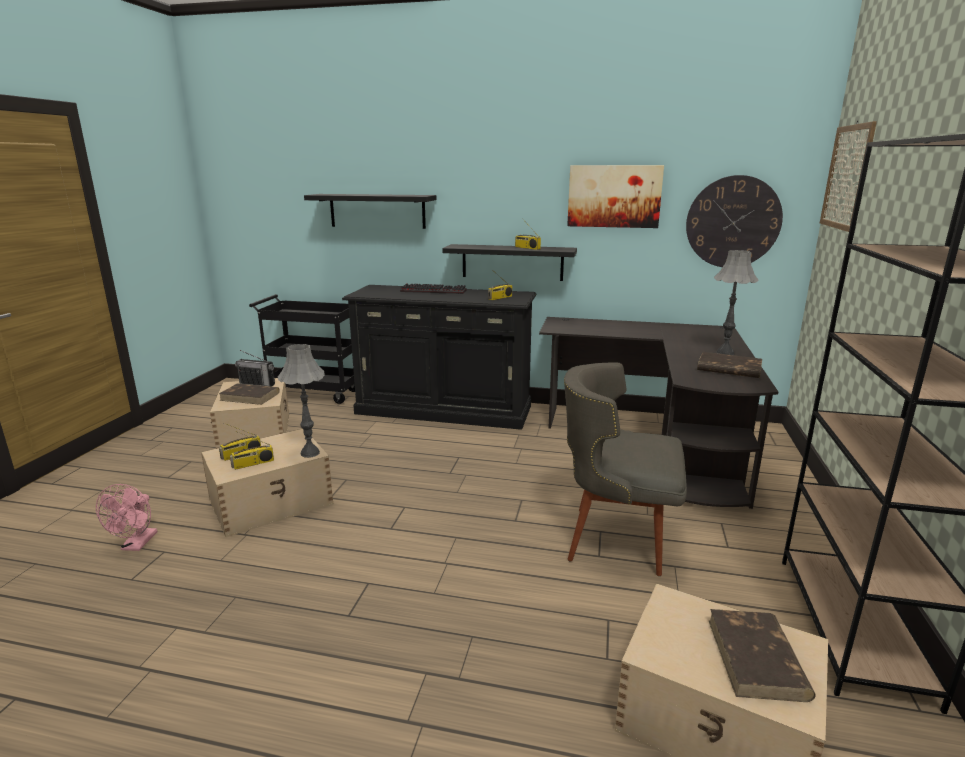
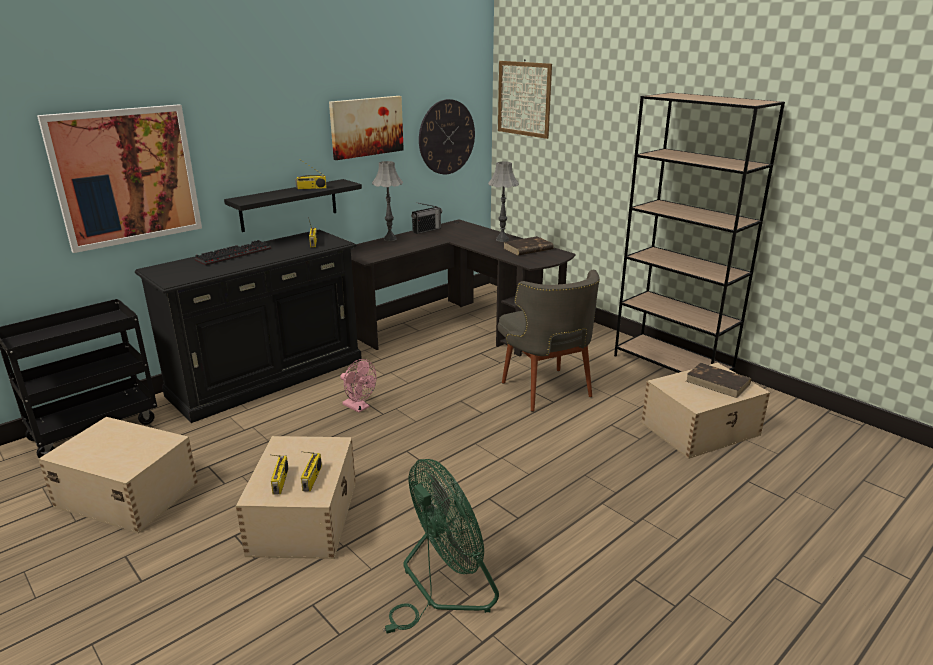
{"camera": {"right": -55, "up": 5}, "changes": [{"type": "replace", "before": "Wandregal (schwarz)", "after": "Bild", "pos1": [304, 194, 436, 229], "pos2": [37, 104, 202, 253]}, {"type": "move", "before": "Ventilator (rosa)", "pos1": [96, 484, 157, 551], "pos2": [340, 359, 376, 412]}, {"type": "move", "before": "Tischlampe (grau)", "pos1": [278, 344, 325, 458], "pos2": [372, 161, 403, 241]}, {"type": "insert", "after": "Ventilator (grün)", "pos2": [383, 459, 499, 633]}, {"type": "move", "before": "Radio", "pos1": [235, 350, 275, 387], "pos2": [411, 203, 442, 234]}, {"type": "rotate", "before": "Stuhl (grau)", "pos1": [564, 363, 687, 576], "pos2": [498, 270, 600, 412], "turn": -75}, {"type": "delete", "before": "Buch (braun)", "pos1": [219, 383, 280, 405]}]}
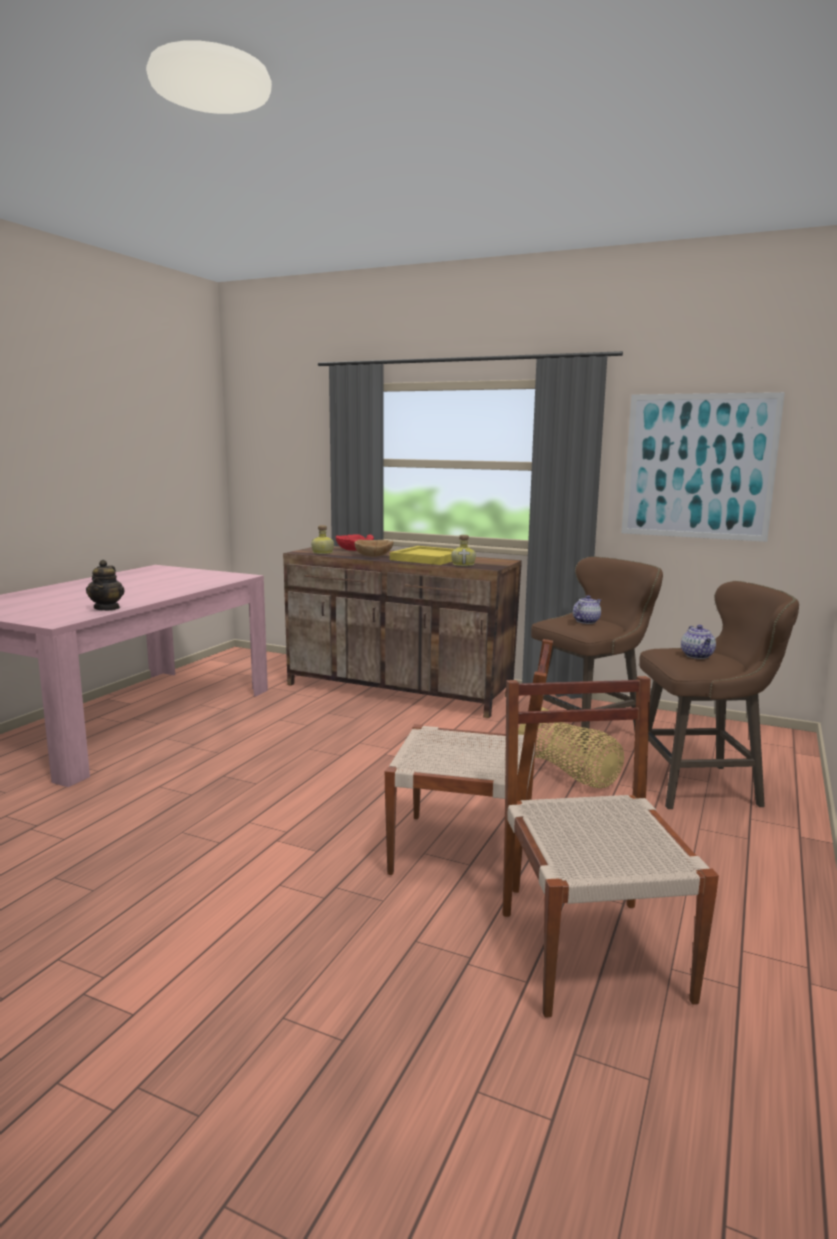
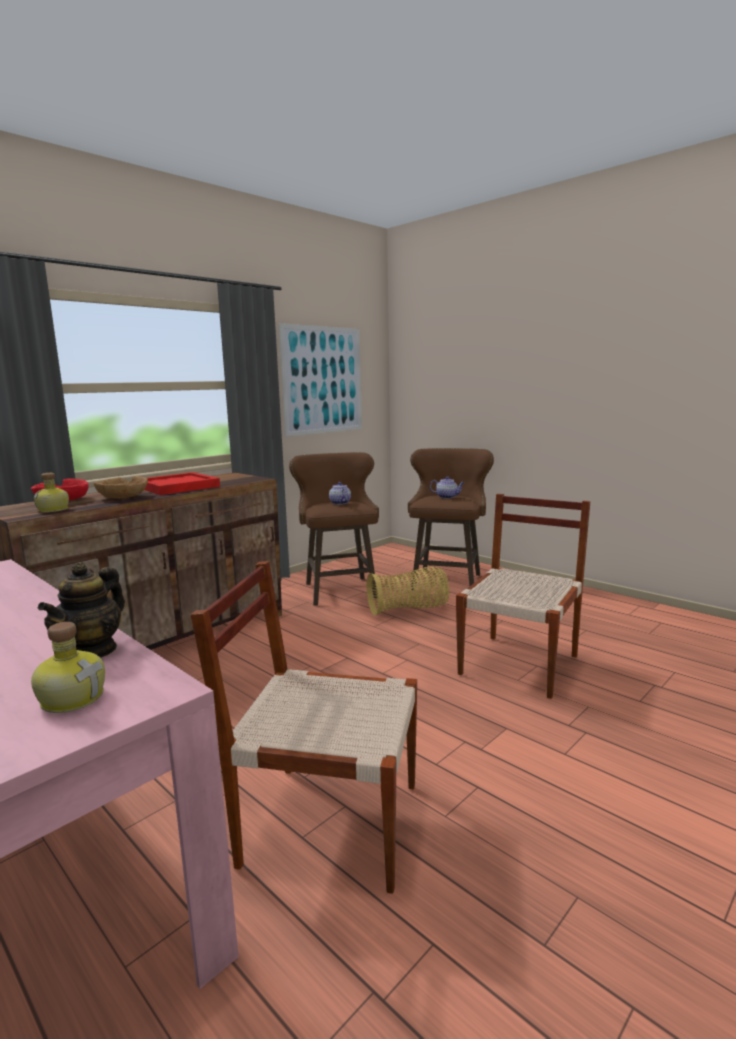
{"camera": {"right": -70, "up": 0}, "changes": [{"type": "move", "before": "Flasche", "pos1": [451, 535, 476, 566], "pos2": [31, 622, 105, 713]}, {"type": "rotate", "before": "Teekanne", "pos1": [86, 560, 124, 611], "pos2": [38, 562, 125, 658], "turn": 90}, {"type": "recolor", "before": "Tablett (gelb)", "after": "Tablett (rot)", "pos1": [390, 546, 454, 565], "pos2": [144, 472, 220, 495]}, {"type": "move", "before": "Stuhl", "pos1": [502, 676, 719, 1018], "pos2": [191, 561, 417, 894]}]}
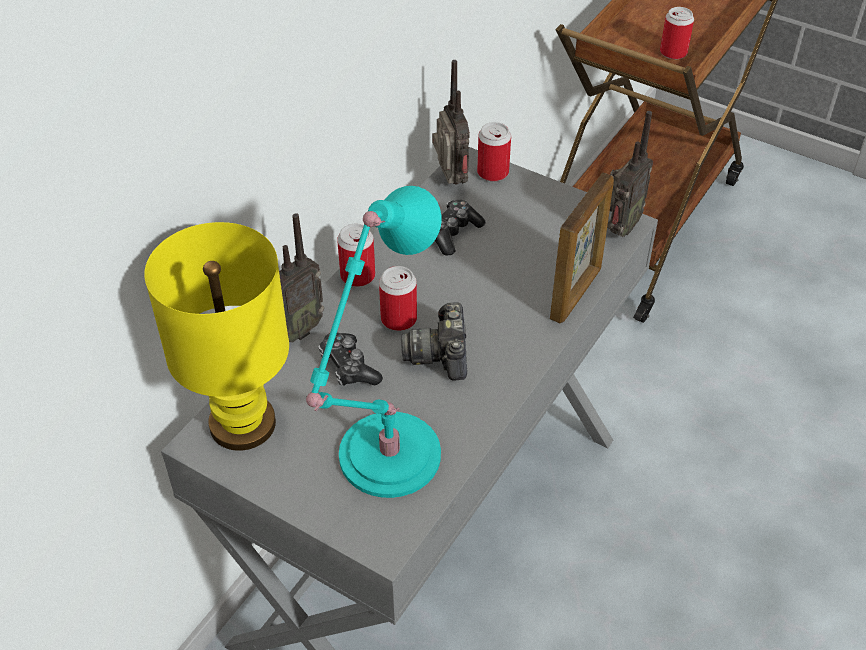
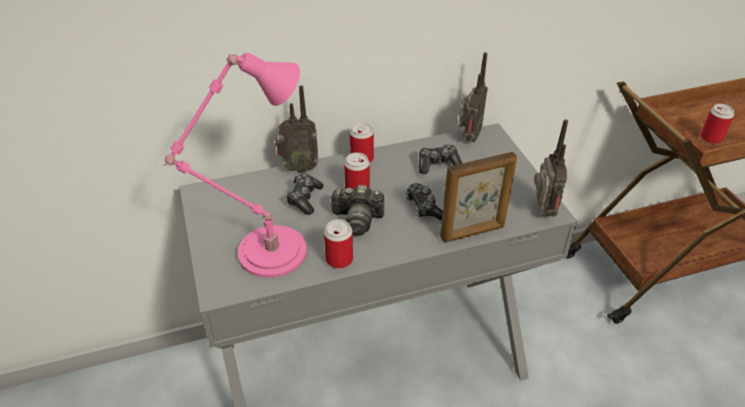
{"camera": {"right": 40, "up": -5}, "changes": [{"type": "recolor", "before": "Tischlampe (türkis)", "after": "Tischlampe (rosa)", "pos1": [306, 186, 441, 498], "pos2": [163, 53, 307, 278]}, {"type": "move", "before": "Dose", "pos1": [477, 122, 511, 181], "pos2": [324, 219, 353, 269]}, {"type": "rotate", "before": "Kamera", "pos1": [401, 302, 467, 381], "pos2": [330, 185, 384, 236], "turn": -120}, {"type": "insert", "after": "Gamepad", "pos2": [406, 183, 443, 220]}, {"type": "rotate", "before": "Radio", "pos1": [607, 111, 653, 237], "pos2": [534, 120, 568, 217], "turn": -75}, {"type": "delete", "before": "Tischlampe (gelb)", "pos1": [144, 222, 289, 451]}]}
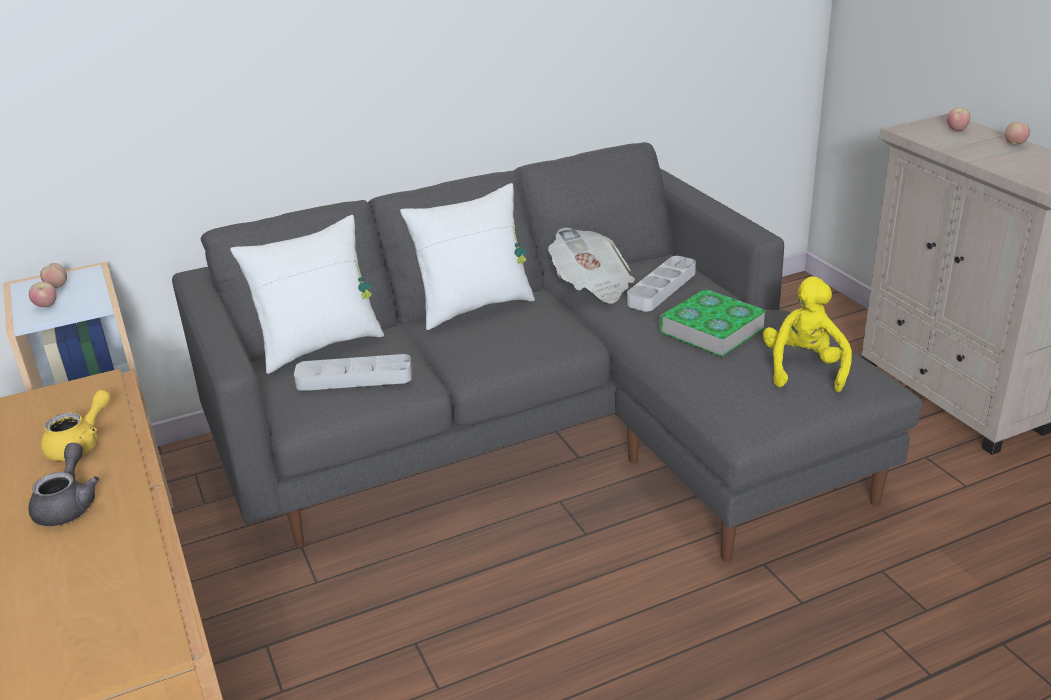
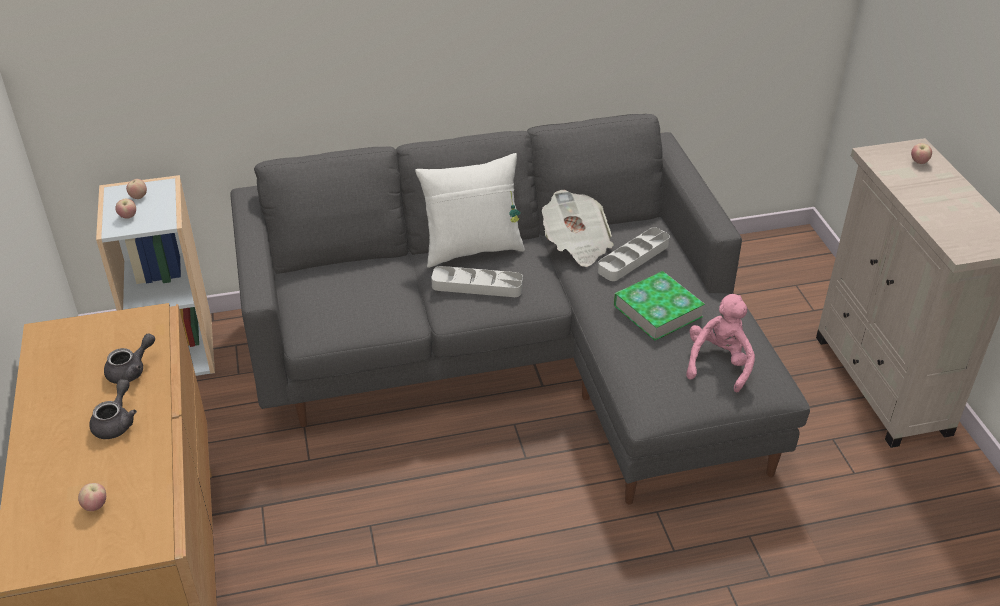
{"camera": {"right": 10, "up": 10}, "changes": [{"type": "move", "before": "Apfel", "pos1": [1005, 122, 1030, 144], "pos2": [78, 483, 106, 511]}, {"type": "recolor", "before": "Teekanne (gelb)", "after": "Teekanne (grau)", "pos1": [41, 390, 111, 461], "pos2": [104, 333, 155, 384]}, {"type": "move", "before": "Tablett (grau)", "pos1": [294, 354, 412, 391], "pos2": [431, 266, 523, 297]}, {"type": "recolor", "before": "Plüschtier (gelb)", "after": "Plüschtier (rosa)", "pos1": [763, 277, 852, 392], "pos2": [686, 294, 755, 392]}, {"type": "delete", "before": "Kissen (weiß)", "pos1": [230, 215, 384, 374]}]}
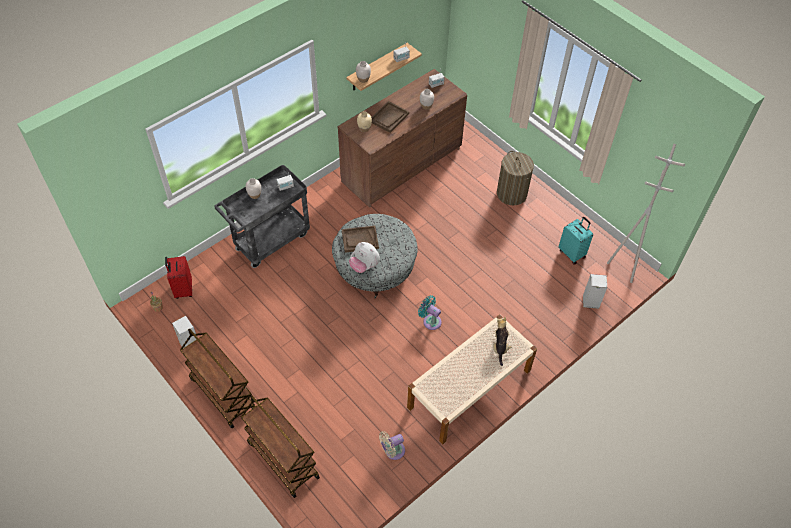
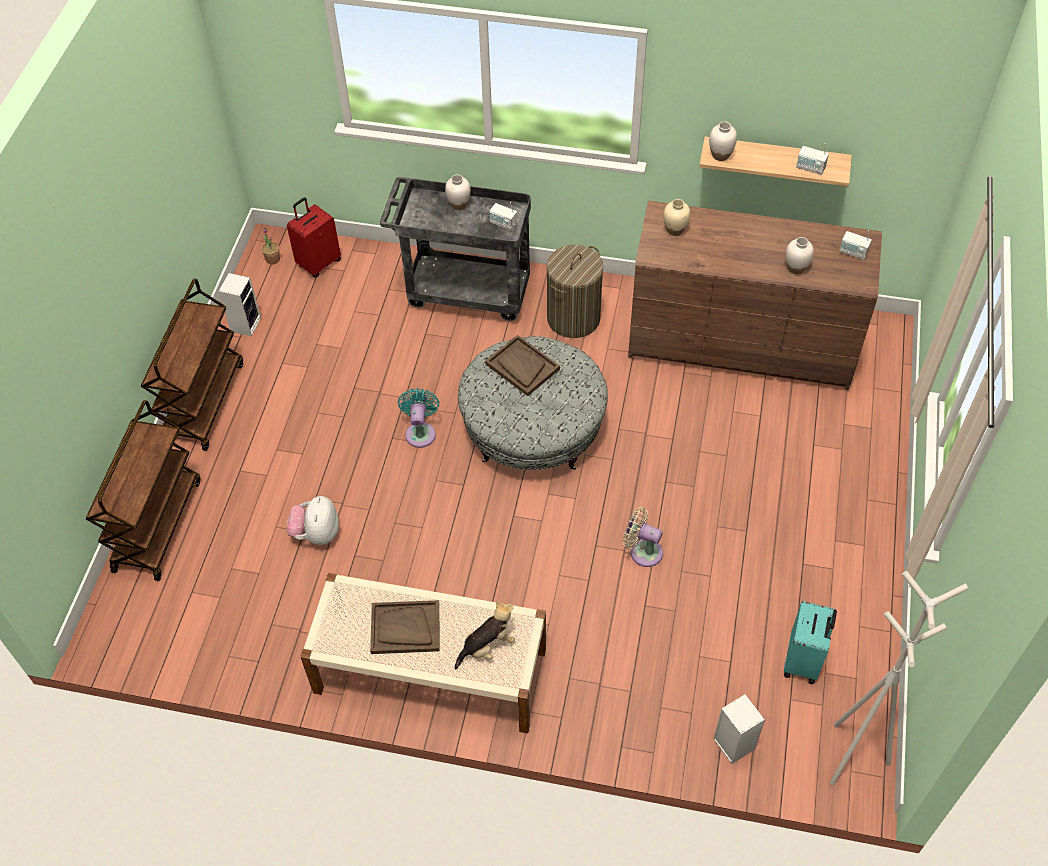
{"camera": {"right": 55, "up": 0}, "changes": [{"type": "move", "before": "Plüschtier", "pos1": [349, 242, 380, 273], "pos2": [287, 496, 339, 545]}, {"type": "move", "before": "Tablett (braun)", "pos1": [372, 101, 409, 133], "pos2": [370, 600, 439, 654]}, {"type": "move", "before": "Ventilator (türkis)", "pos1": [418, 295, 442, 330], "pos2": [398, 388, 439, 448]}, {"type": "move", "before": "Wäschekorb", "pos1": [497, 151, 534, 205], "pos2": [547, 245, 603, 338]}, {"type": "move", "before": "Ventilator (beige)", "pos1": [379, 431, 405, 460], "pos2": [623, 507, 663, 567]}]}
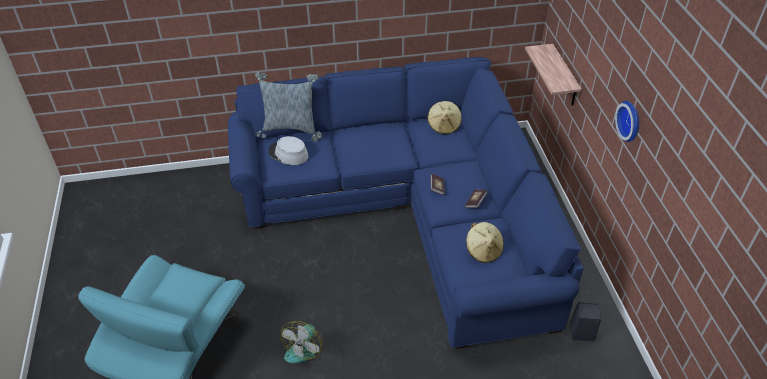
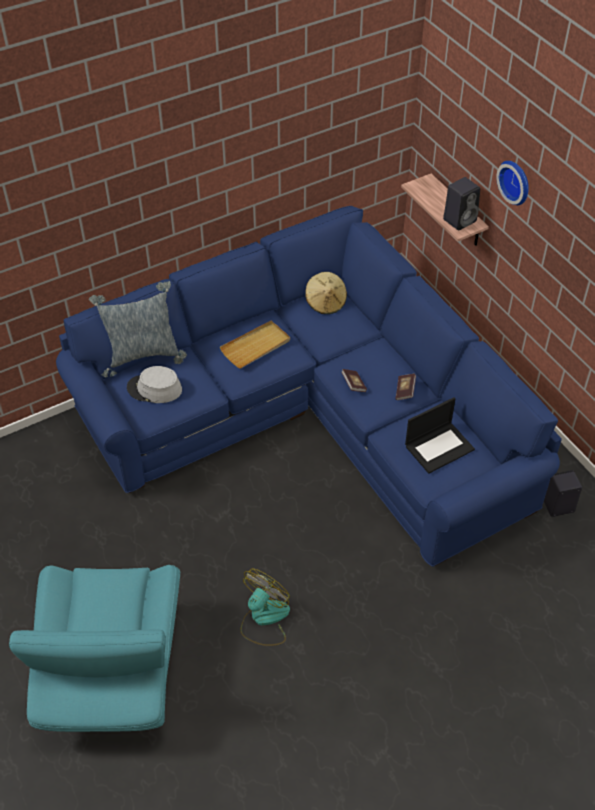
{"camera": {"right": -20, "up": 5}, "changes": [{"type": "insert", "after": "Tablett (beige)", "pos2": [220, 321, 290, 368]}, {"type": "rotate", "before": "Ventilator", "pos1": [281, 321, 323, 363], "pos2": [241, 568, 290, 646], "turn": -150}, {"type": "replace", "before": "Hut (beige)", "after": "Laptop", "pos1": [466, 222, 504, 263], "pos2": [405, 397, 475, 474]}, {"type": "insert", "after": "Lautsprecher (schwarz)", "pos2": [443, 177, 480, 231]}, {"type": "move", "before": "Wanduhr", "pos1": [615, 101, 639, 142], "pos2": [496, 161, 529, 205]}]}
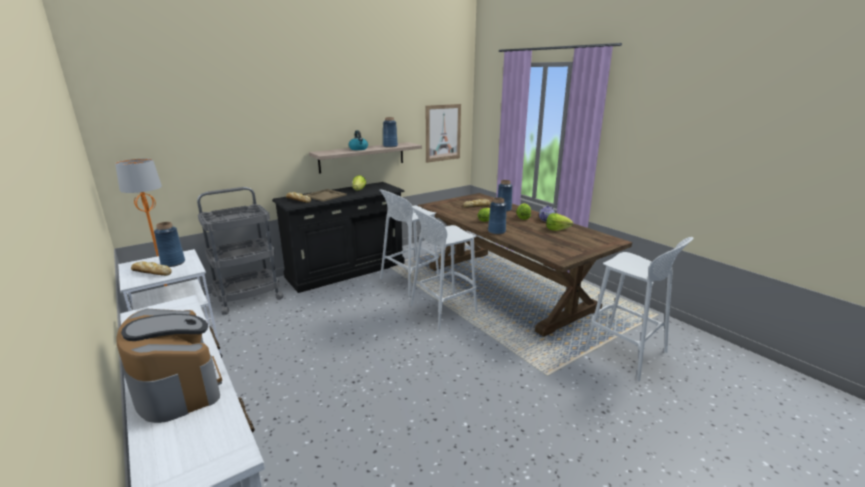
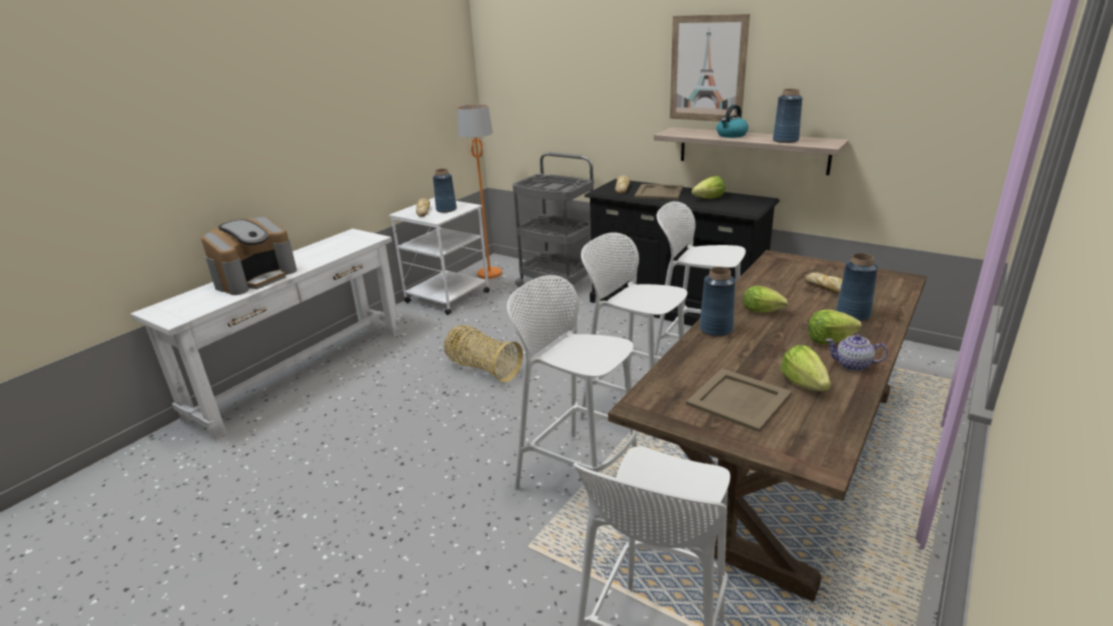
{"camera": {"right": 70, "up": 5}, "changes": [{"type": "insert", "after": "Korb", "pos2": [444, 325, 523, 382]}, {"type": "insert", "after": "Hocker (weiß)", "pos2": [507, 275, 637, 490]}, {"type": "move", "before": "Bild", "pos1": [426, 104, 461, 163], "pos2": [670, 14, 750, 122]}, {"type": "insert", "after": "Tablett (beige)", "pos2": [686, 368, 792, 432]}]}
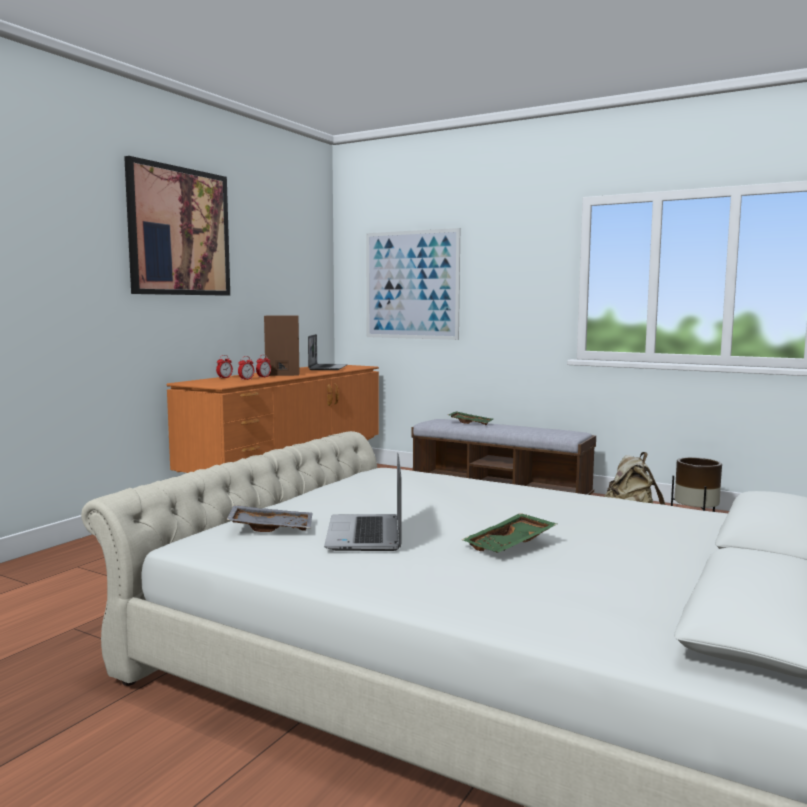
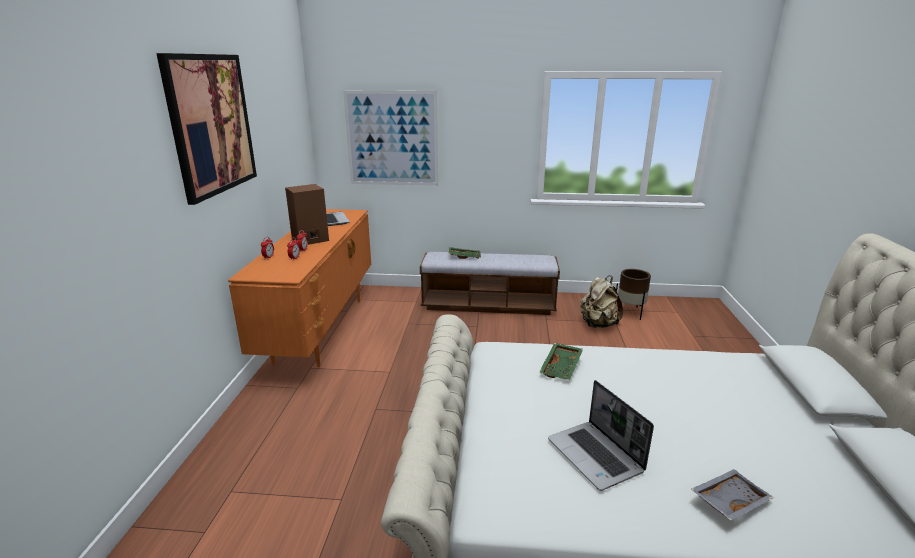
{"camera": {"right": -25, "up": 15}, "changes": [{"type": "move", "before": "Tablett (grün)", "pos1": [462, 513, 557, 553], "pos2": [539, 343, 583, 380]}, {"type": "move", "before": "Tablett (grau)", "pos1": [226, 505, 312, 532], "pos2": [691, 469, 774, 520]}]}
